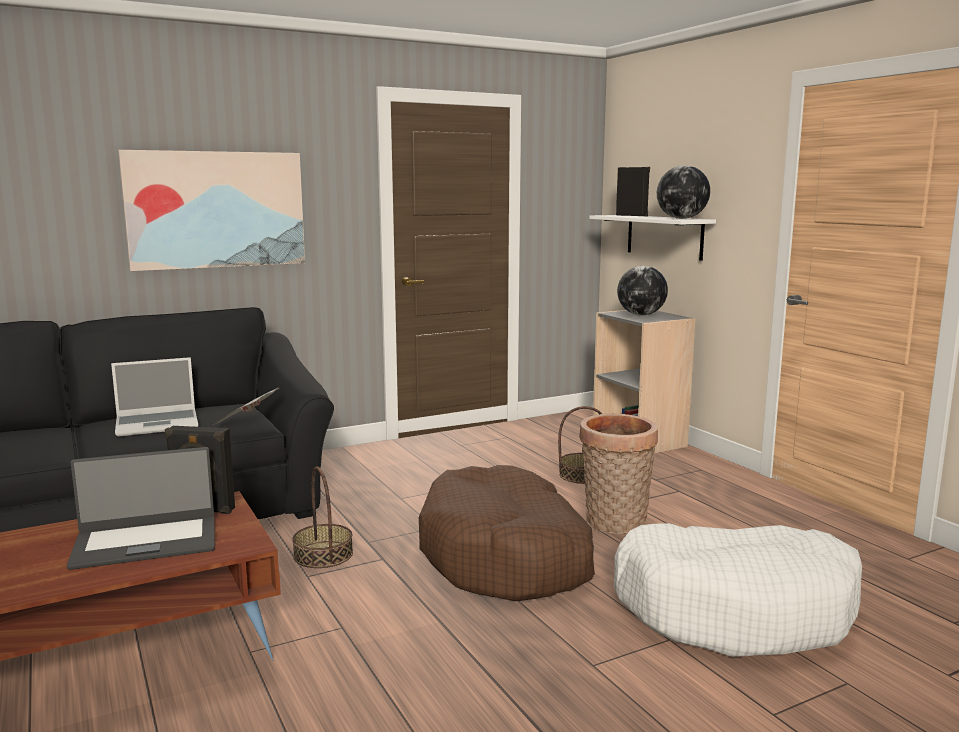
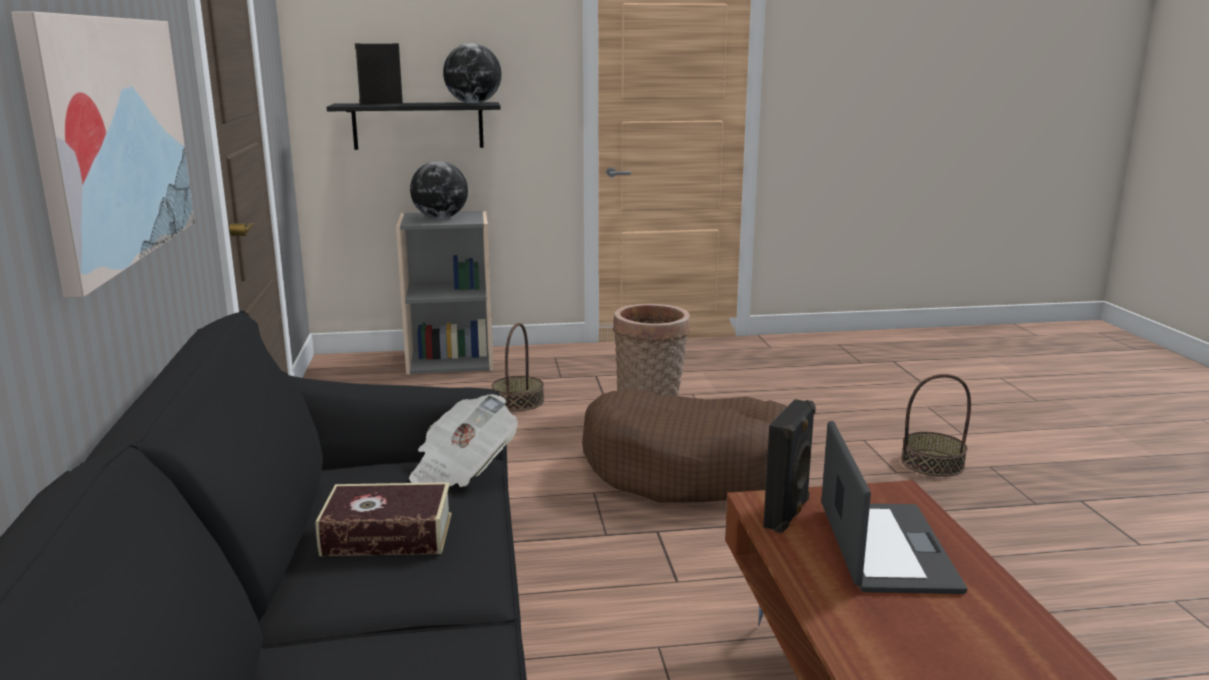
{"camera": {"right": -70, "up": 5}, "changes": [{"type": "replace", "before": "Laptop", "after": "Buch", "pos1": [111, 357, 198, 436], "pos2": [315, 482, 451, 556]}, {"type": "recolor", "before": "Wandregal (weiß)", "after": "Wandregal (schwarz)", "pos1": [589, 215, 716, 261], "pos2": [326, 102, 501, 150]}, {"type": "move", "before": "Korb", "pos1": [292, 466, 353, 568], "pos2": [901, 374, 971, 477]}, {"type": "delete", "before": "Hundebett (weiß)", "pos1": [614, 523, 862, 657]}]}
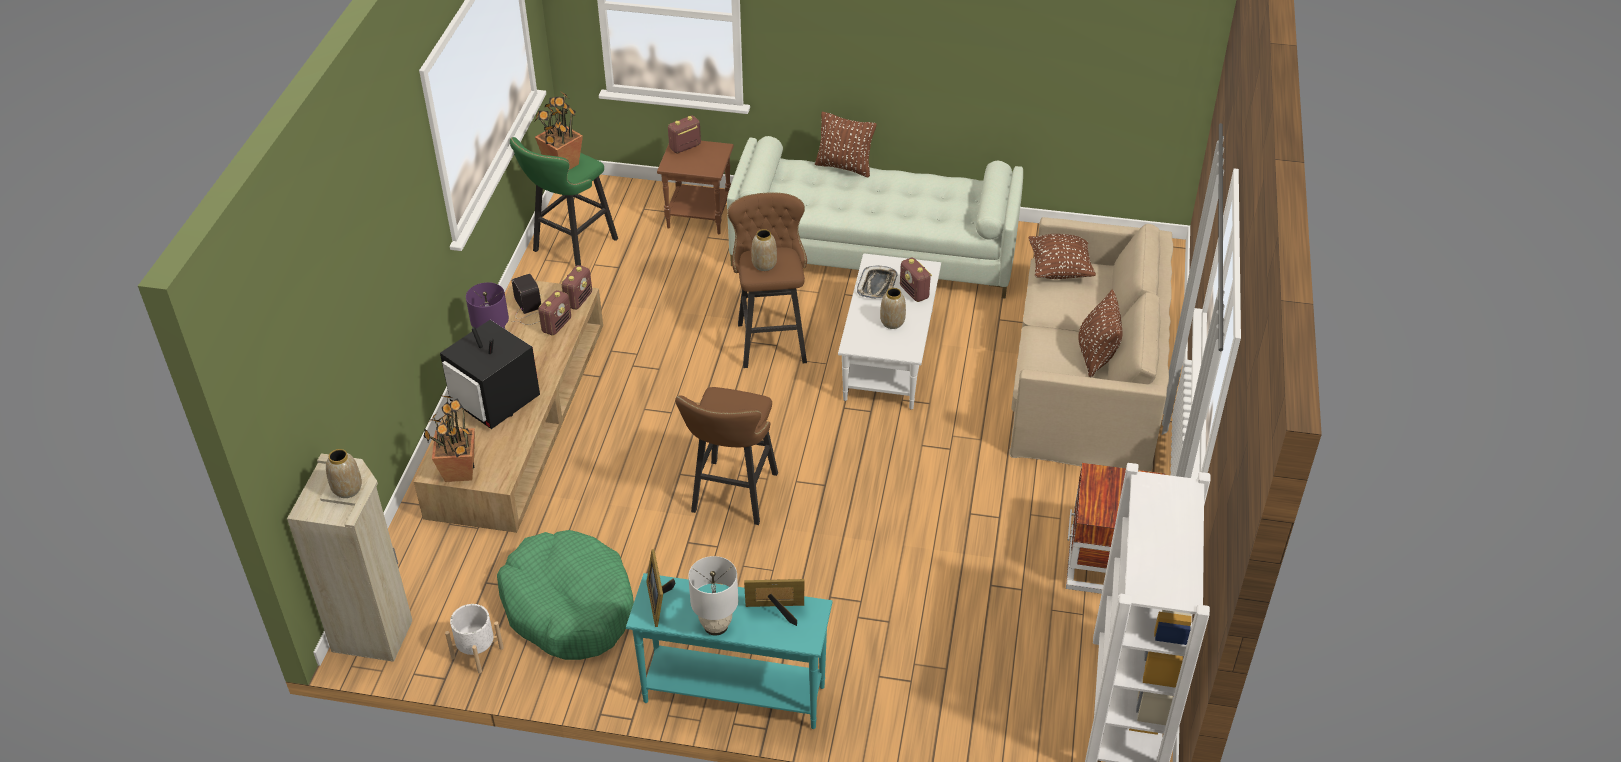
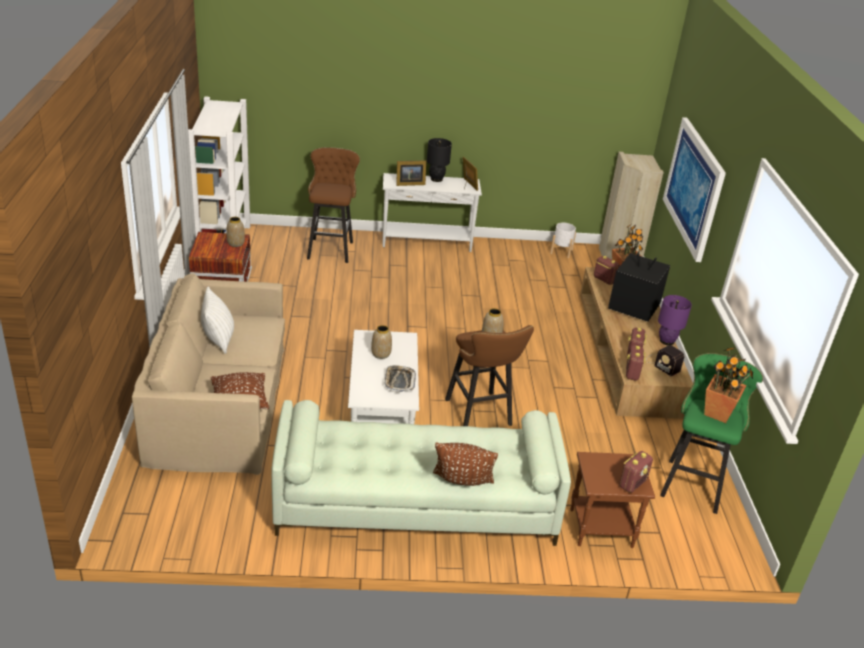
{"camera": {"right": 165, "up": -10}, "changes": [{"type": "recolor", "before": "Kissen (braun)", "after": "Kissen (weiß)", "pos1": [1078, 289, 1123, 377], "pos2": [201, 287, 234, 354]}, {"type": "move", "before": "Vase", "pos1": [326, 449, 362, 498], "pos2": [226, 217, 245, 247]}, {"type": "move", "before": "Hocker (braun)", "pos1": [675, 387, 778, 525], "pos2": [307, 147, 360, 263]}, {"type": "recolor", "before": "Konsolentisch (türkis)", "after": "Konsolentisch (weiß)", "pos1": [626, 573, 833, 729], "pos2": [382, 173, 482, 252]}, {"type": "recolor", "before": "Tischlampe (weiß)", "after": "Tischlampe (schwarz)", "pos1": [688, 556, 738, 636], "pos2": [427, 138, 452, 182]}, {"type": "move", "before": "Radio", "pos1": [900, 257, 932, 302], "pos2": [594, 256, 620, 285]}, {"type": "insert", "after": "Bild", "pos2": [663, 117, 726, 262]}, {"type": "delete", "before": "Hundebett (grün)", "pos1": [497, 530, 634, 660]}]}
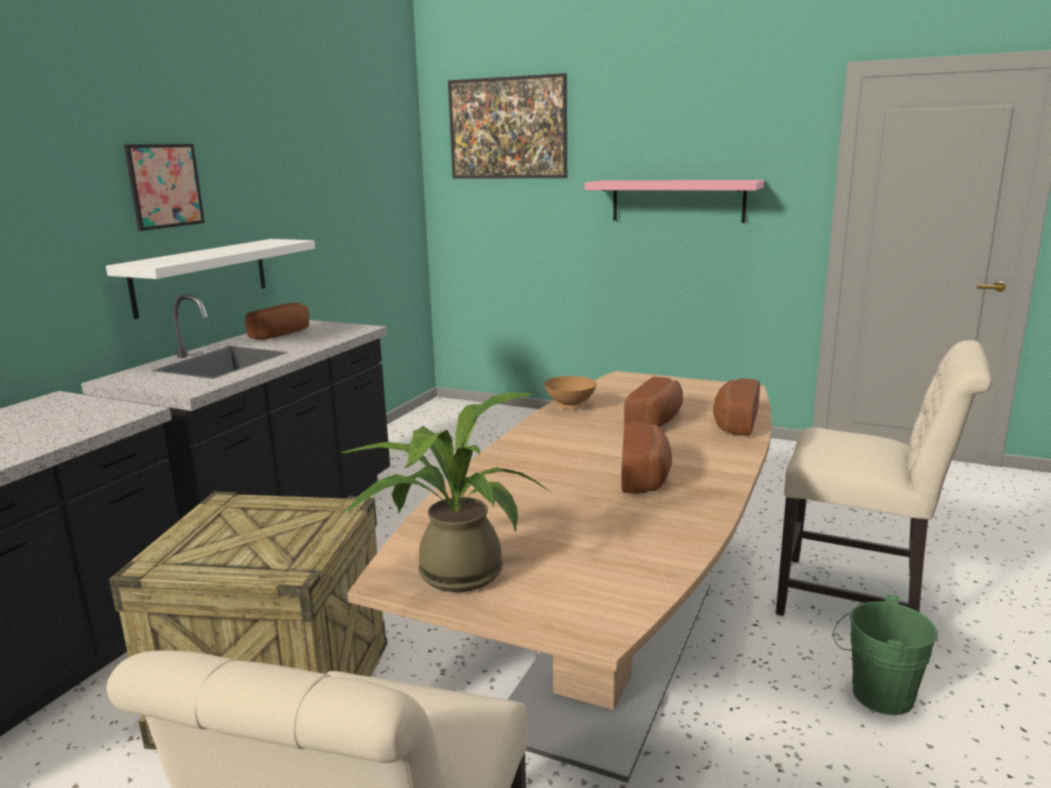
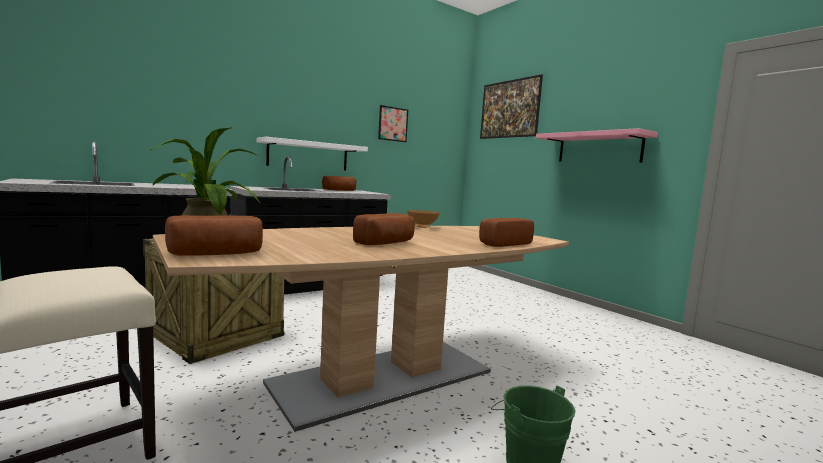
{"camera": {"right": 30, "up": -10}, "changes": [{"type": "move", "before": "Brot", "pos1": [624, 377, 683, 427], "pos2": [165, 215, 263, 256]}, {"type": "move", "before": "Bild", "pos1": [124, 144, 205, 231], "pos2": [378, 105, 408, 142]}, {"type": "delete", "before": "Stuhl (beige)", "pos1": [776, 340, 992, 616]}]}
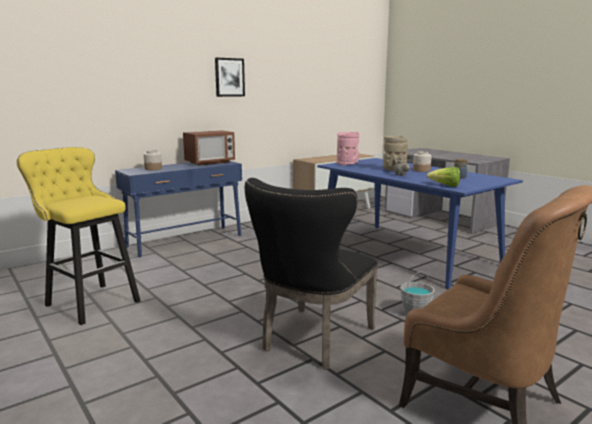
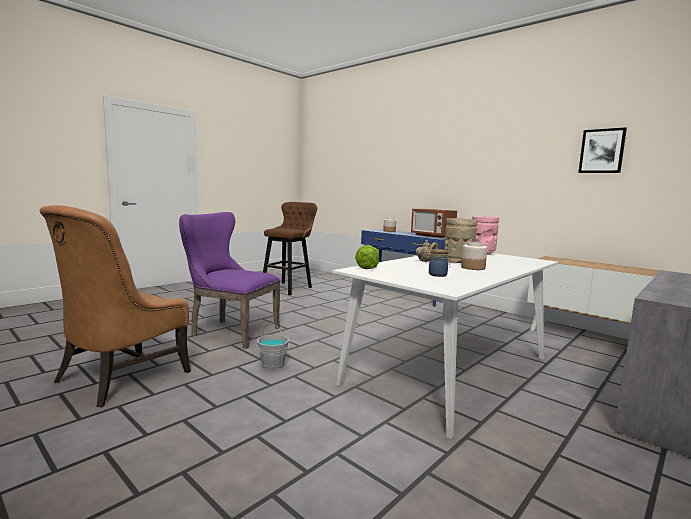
{"camera": {"right": 80, "up": -5}, "changes": [{"type": "recolor", "before": "Stuhl (schwarz)", "after": "Stuhl (lila)", "pos1": [245, 178, 378, 369], "pos2": [179, 212, 280, 349]}, {"type": "recolor", "before": "Hocker (gelb)", "after": "Hocker (braun)", "pos1": [17, 147, 141, 325], "pos2": [263, 202, 317, 295]}, {"type": "recolor", "before": "Esstisch (blau)", "after": "Esstisch (weiß)", "pos1": [317, 158, 523, 289], "pos2": [332, 253, 558, 439]}, {"type": "move", "before": "Bild", "pos1": [215, 58, 245, 97], "pos2": [578, 127, 627, 173]}]}
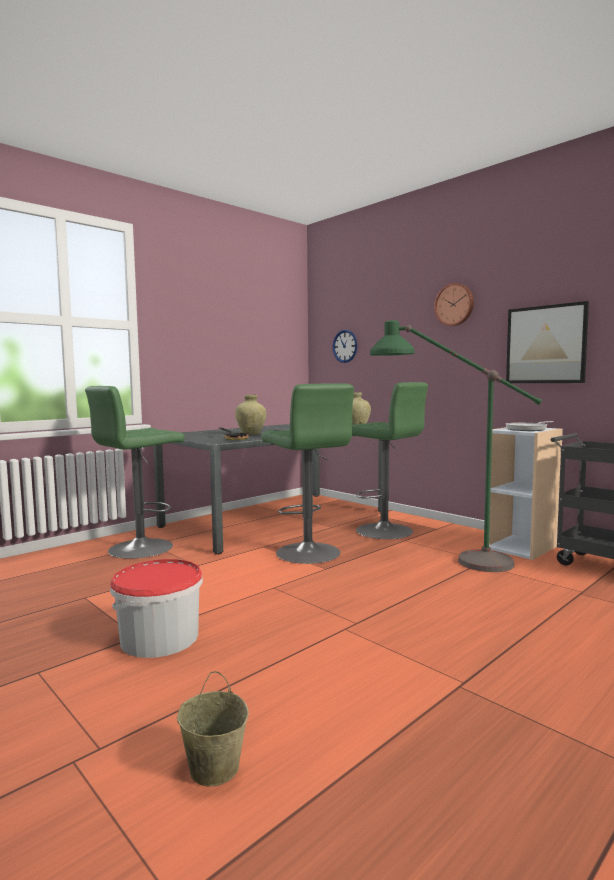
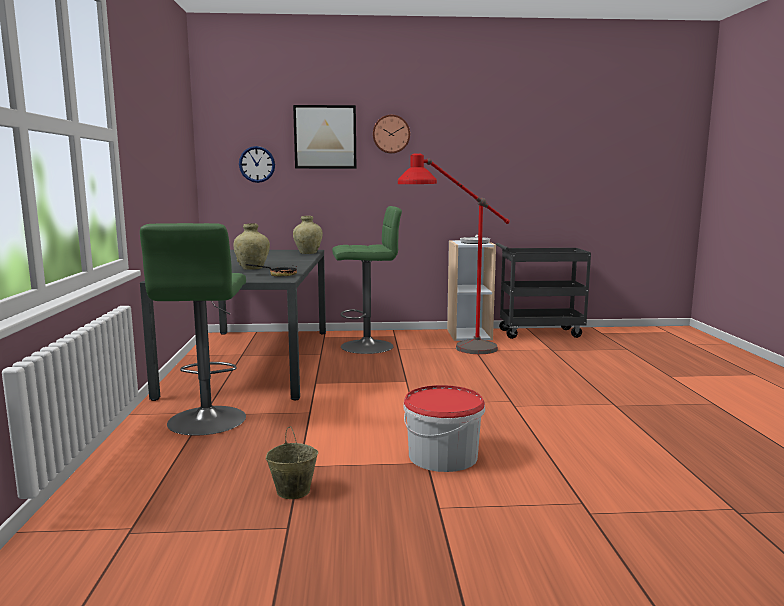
{"camera": {"right": -50, "up": 5}, "changes": [{"type": "move", "before": "Eimer (beige)", "pos1": [177, 671, 249, 787], "pos2": [266, 426, 318, 499]}, {"type": "move", "before": "Bild", "pos1": [506, 301, 589, 383], "pos2": [293, 105, 356, 169]}, {"type": "recolor", "before": "Stehlampe (grün)", "after": "Stehlampe (rot)", "pos1": [370, 320, 542, 572], "pos2": [398, 153, 510, 354]}, {"type": "delete", "before": "Hocker (grün)", "pos1": [262, 383, 354, 564]}]}
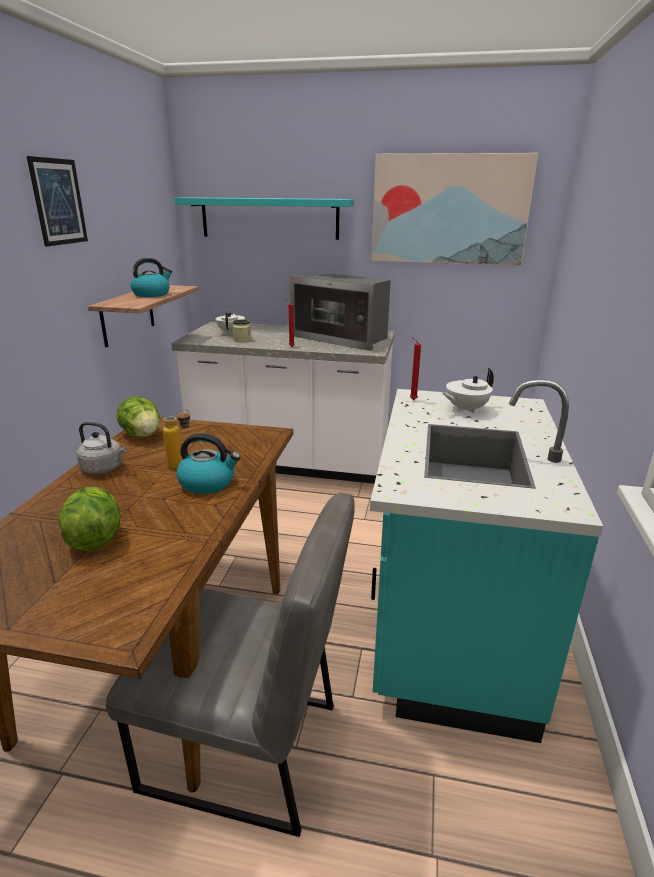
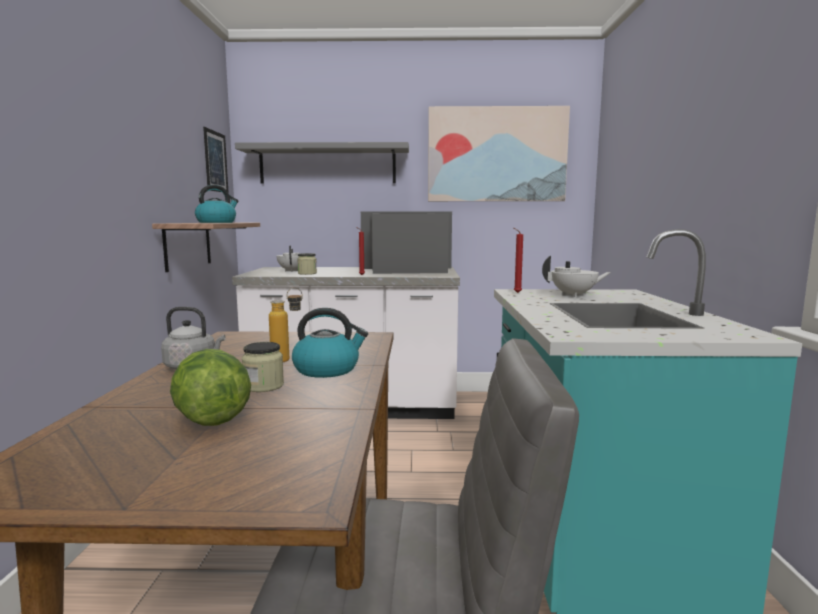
{"camera": {"right": -10, "up": -15}, "changes": [{"type": "move", "before": "Bild", "pos1": [27, 156, 88, 247], "pos2": [203, 127, 229, 193]}, {"type": "recolor", "before": "Wandregal (türkis)", "after": "Wandregal (grau)", "pos1": [174, 197, 354, 240], "pos2": [235, 142, 409, 184]}, {"type": "insert", "after": "Vorratsglas", "pos2": [242, 342, 284, 392]}, {"type": "rotate", "before": "Mikrowelle", "pos1": [290, 273, 391, 351], "pos2": [361, 211, 452, 274], "turn": 150}, {"type": "rotate", "before": "Teekanne (weiß)", "pos1": [442, 368, 494, 413], "pos2": [542, 255, 611, 297], "turn": -135}, {"type": "delete", "before": "Salatkopf", "pos1": [117, 397, 160, 437]}]}
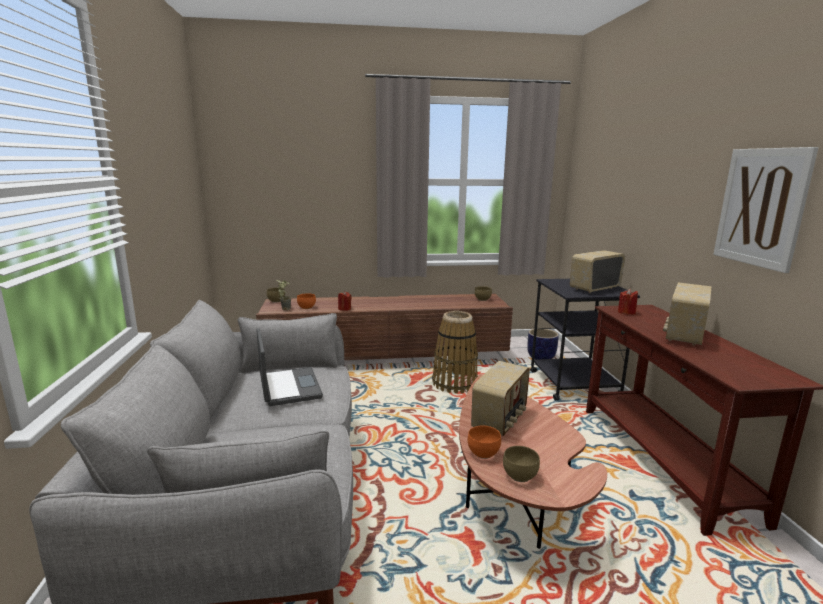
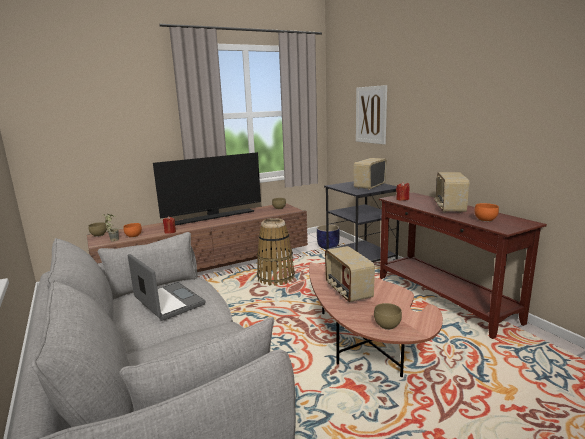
{"camera": {"right": -20, "up": 0}, "changes": [{"type": "insert", "after": "Fernseher", "pos2": [153, 152, 261, 225]}, {"type": "rotate", "before": "Radio", "pos1": [471, 361, 530, 436], "pos2": [325, 246, 375, 302], "turn": 150}, {"type": "move", "before": "Bild", "pos1": [713, 147, 819, 273], "pos2": [356, 85, 387, 144]}, {"type": "move", "before": "Schüssel (orange)", "pos1": [468, 426, 501, 459], "pos2": [474, 203, 499, 222]}]}
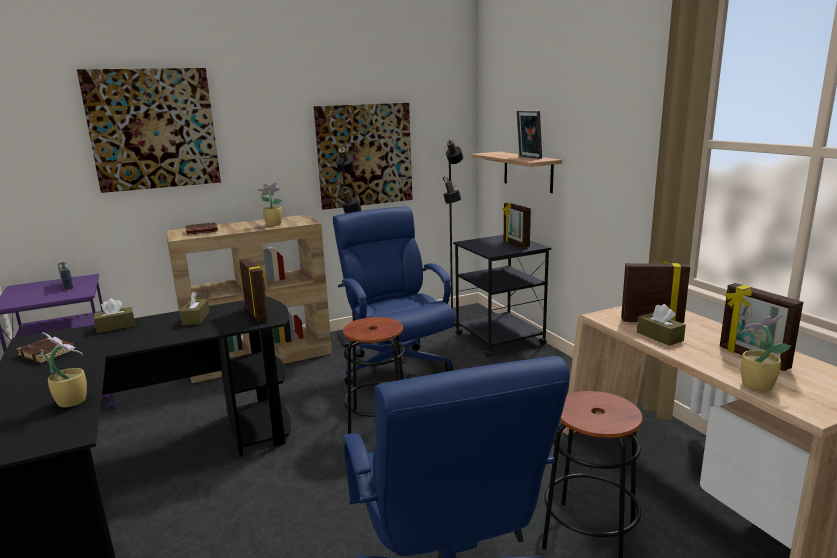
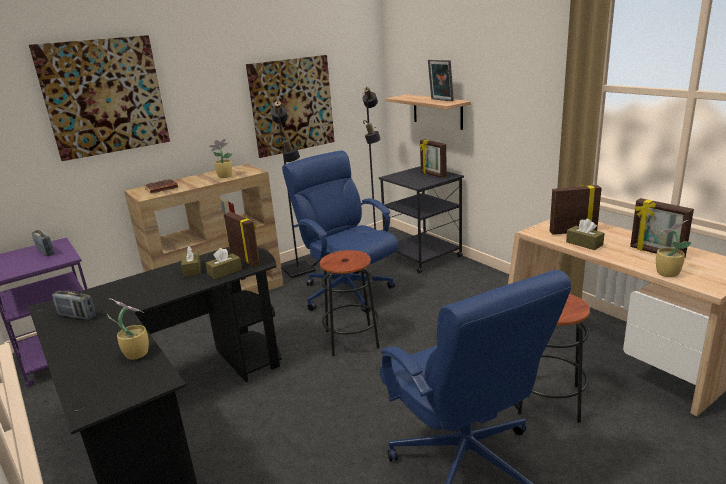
{"camera": {"right": -10, "up": 5}, "changes": [{"type": "replace", "before": "Buch (braun)", "after": "Radio", "pos1": [16, 337, 76, 363], "pos2": [52, 291, 96, 320]}, {"type": "move", "before": "Taschentuchbox (braun)", "pos1": [94, 298, 135, 333], "pos2": [206, 248, 242, 279]}]}
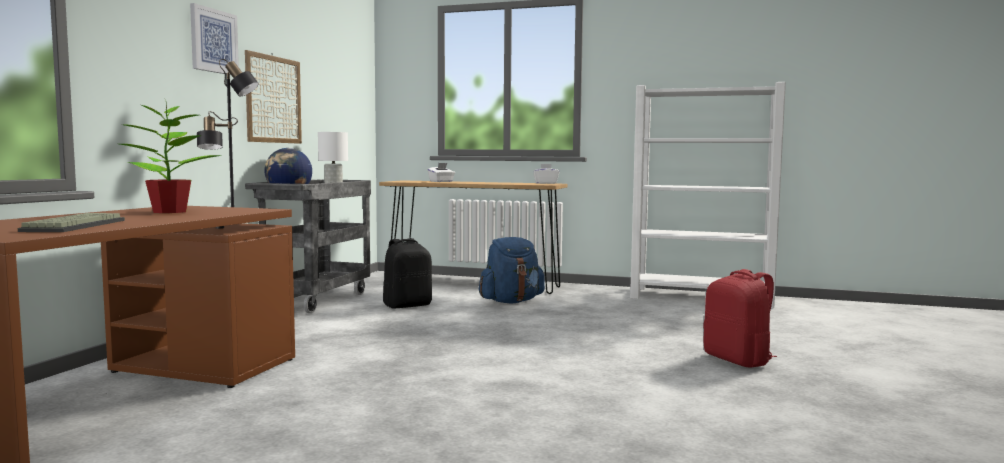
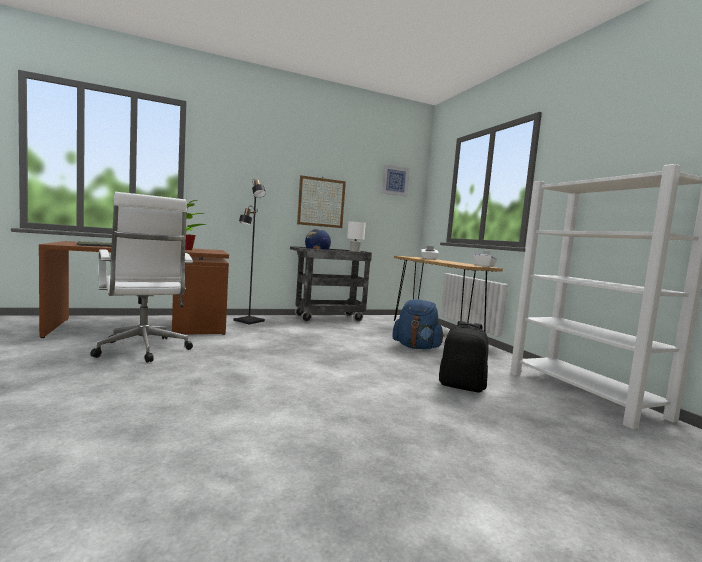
{"camera": {"right": 50, "up": 0}, "changes": [{"type": "insert", "after": "Bürostuhl (weiß)", "pos2": [90, 192, 193, 363]}, {"type": "move", "before": "Bild", "pos1": [190, 3, 239, 75], "pos2": [382, 164, 410, 196]}, {"type": "move", "before": "Rucksack (schwarz)", "pos1": [383, 238, 432, 308], "pos2": [439, 321, 489, 393]}, {"type": "delete", "before": "Rucksack (rot)", "pos1": [704, 269, 777, 368]}]}
